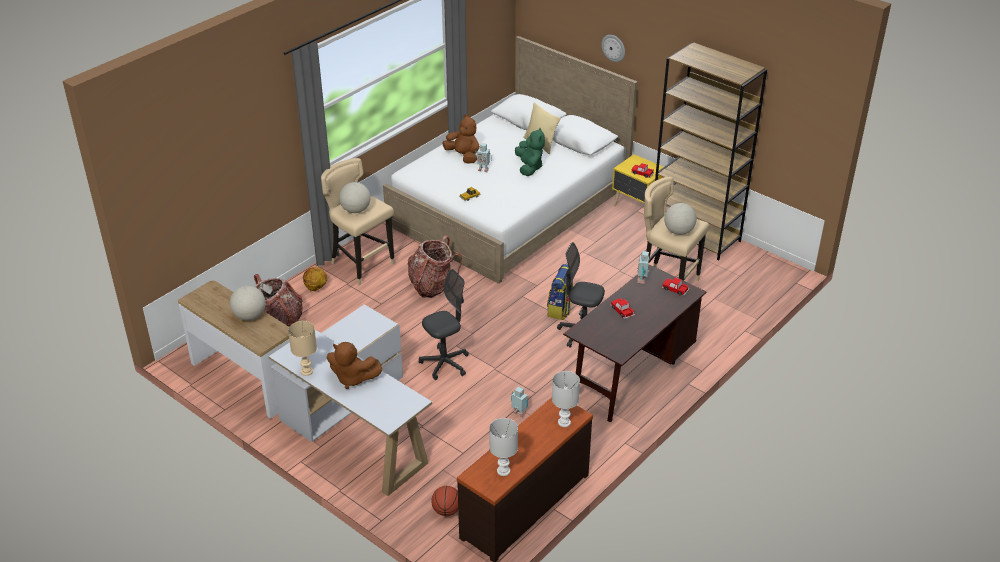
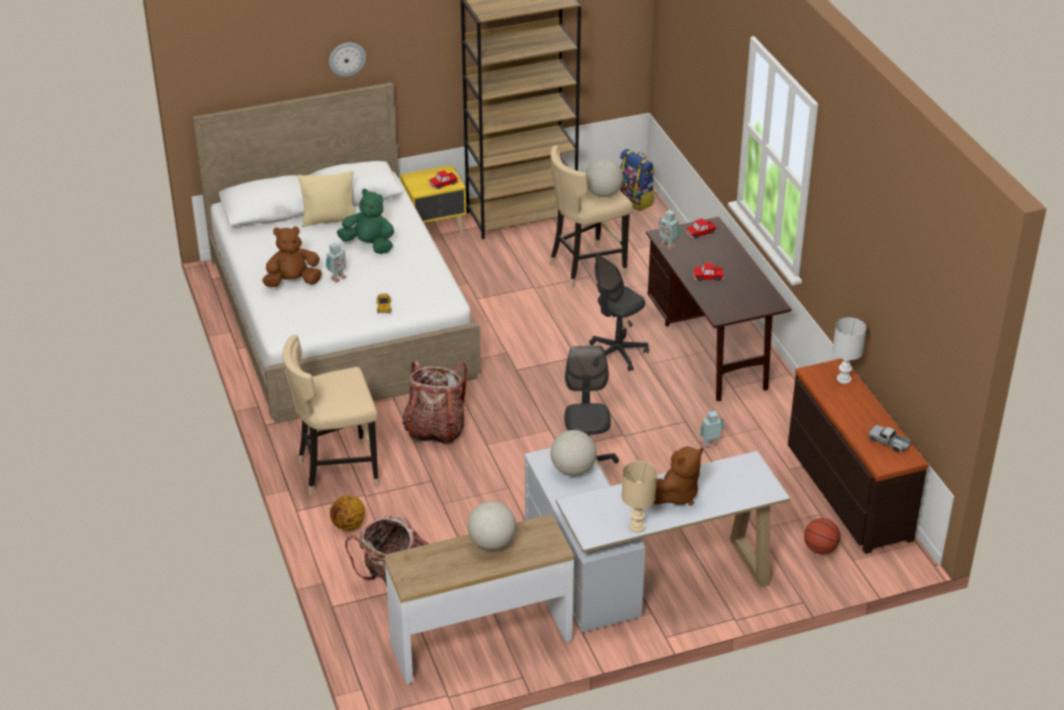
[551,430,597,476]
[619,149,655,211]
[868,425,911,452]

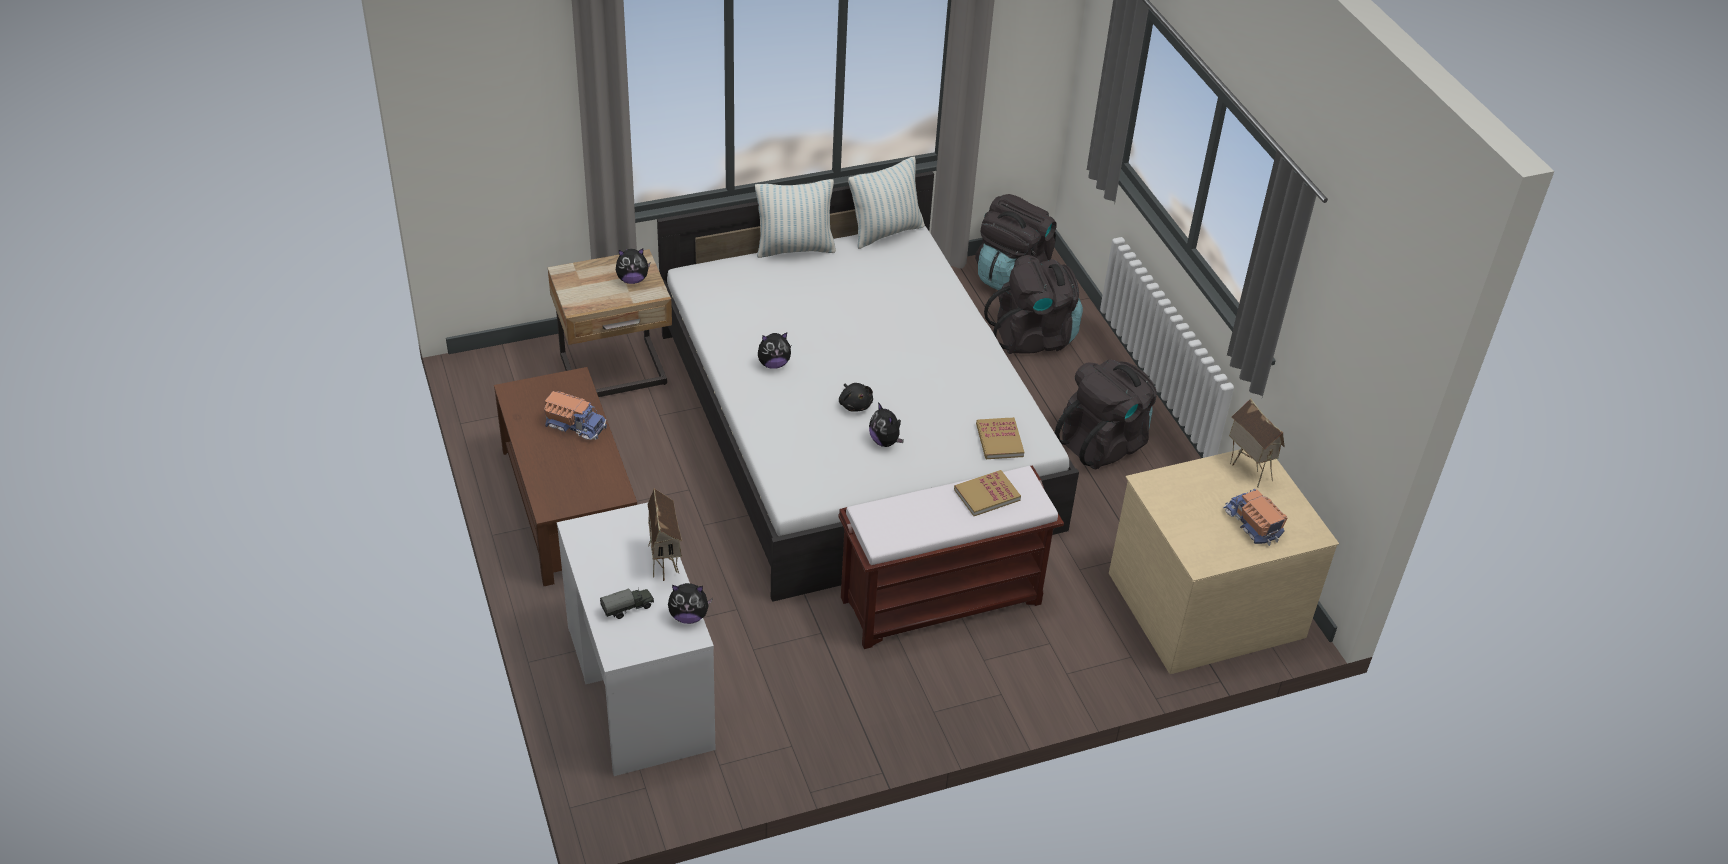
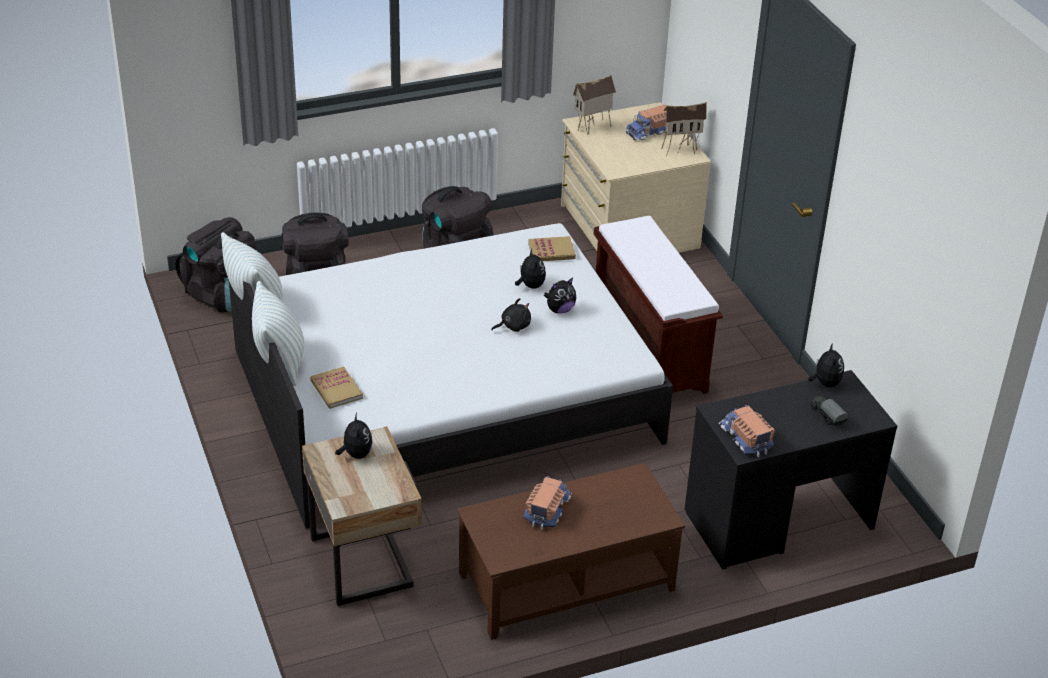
[310,366,363,409]
[515,249,546,288]
[661,102,707,157]
[685,370,897,570]
[719,405,775,457]

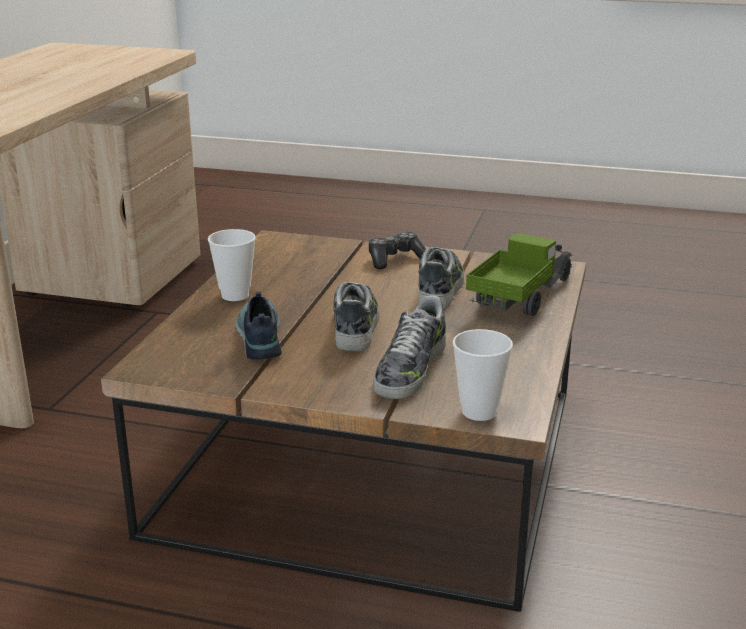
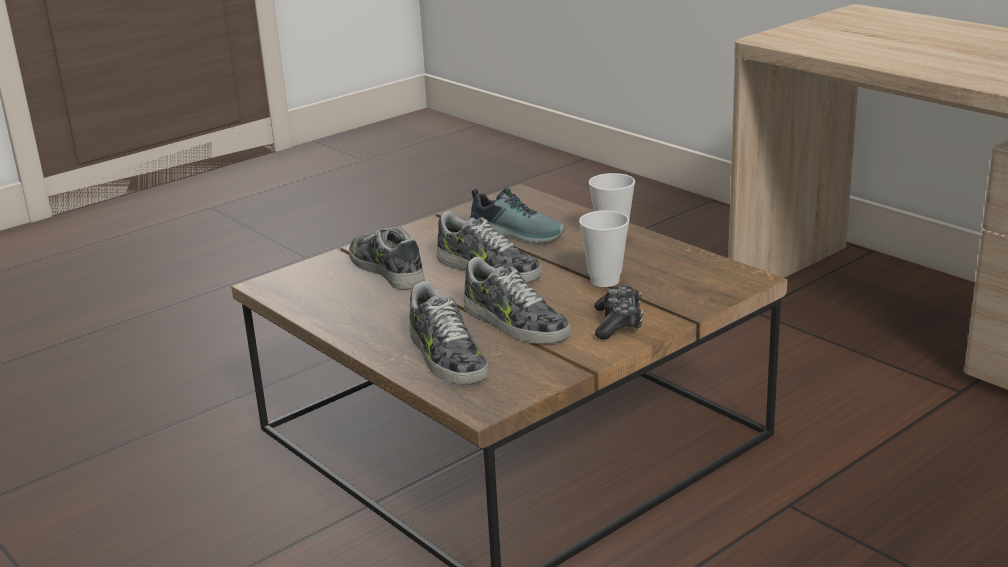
[409,281,488,385]
[579,210,629,287]

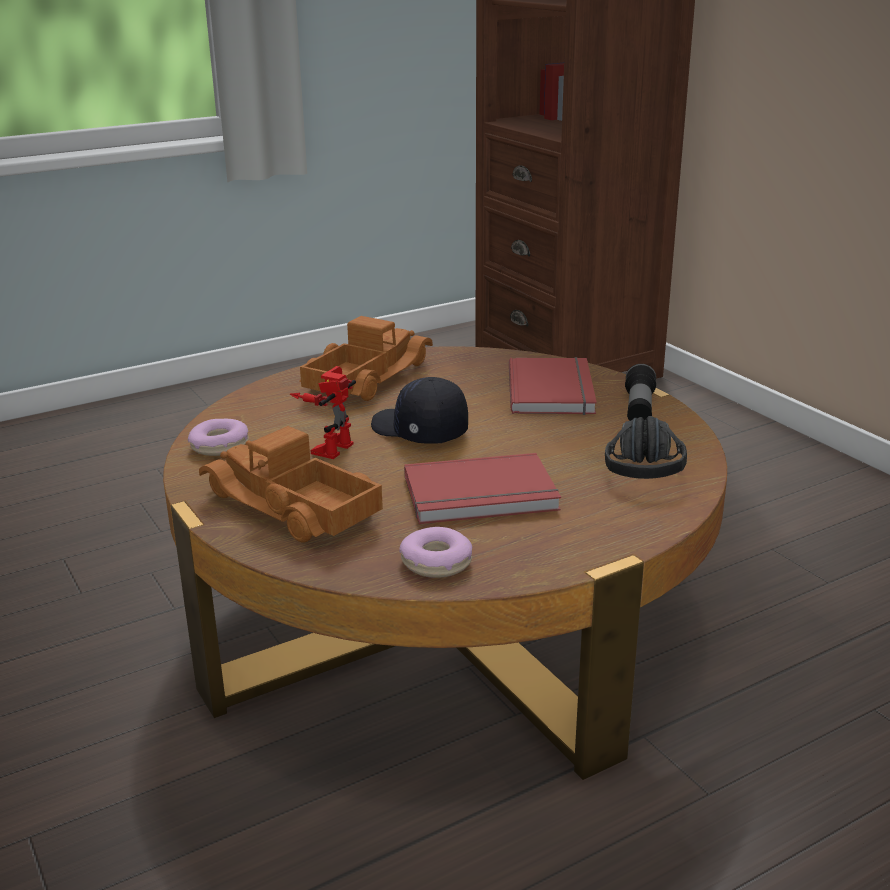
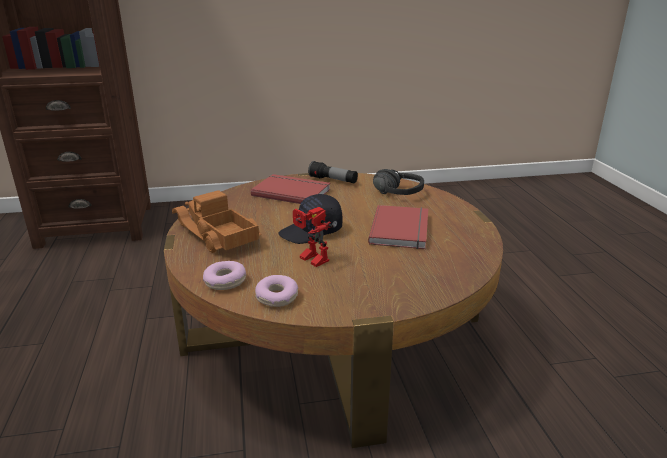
[203,261,246,290]
[199,426,383,543] (first image)

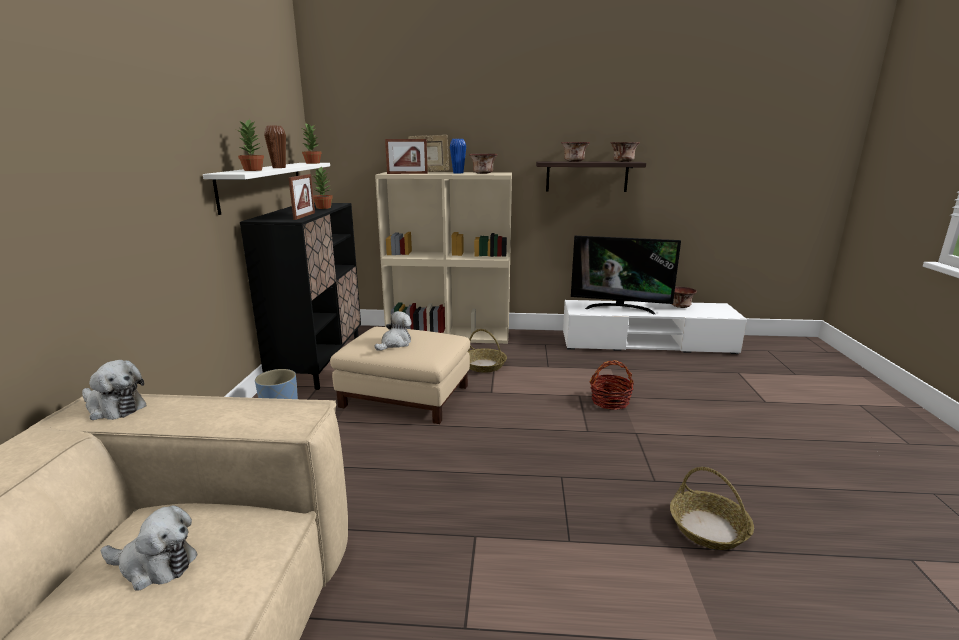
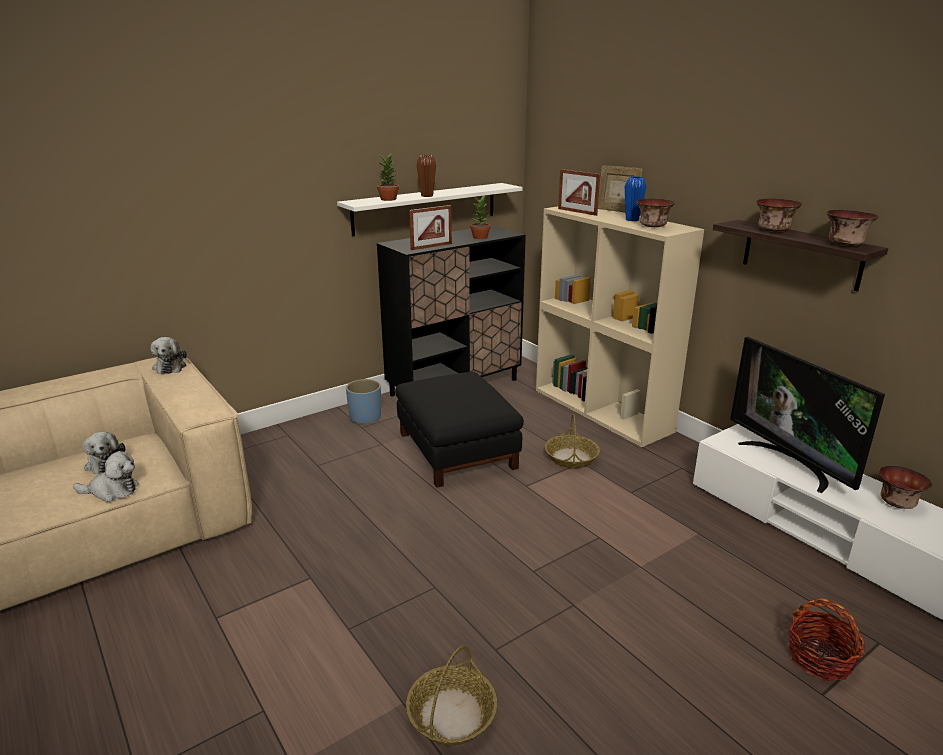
[73,451,139,502]
[395,372,524,488]
[789,598,865,681]
[302,122,322,164] (first image)

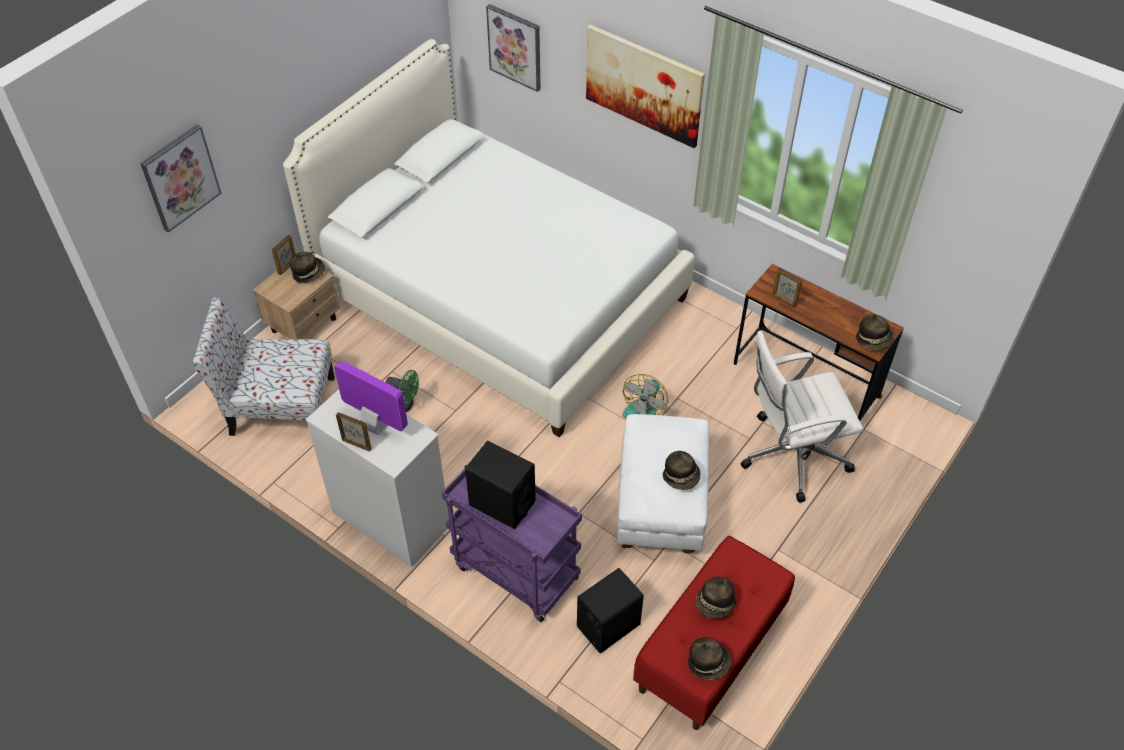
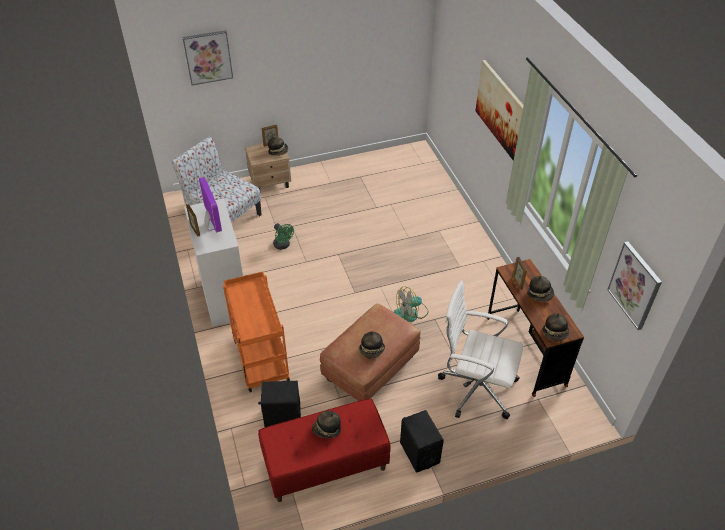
[223,272,290,392]
[320,304,421,401]
[400,410,444,473]
[527,276,554,302]
[607,241,662,330]
[283,39,694,437] (first image)

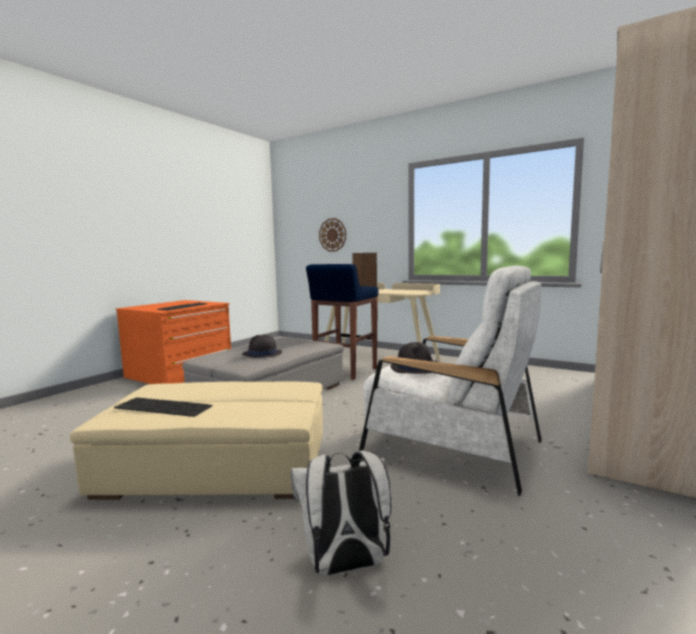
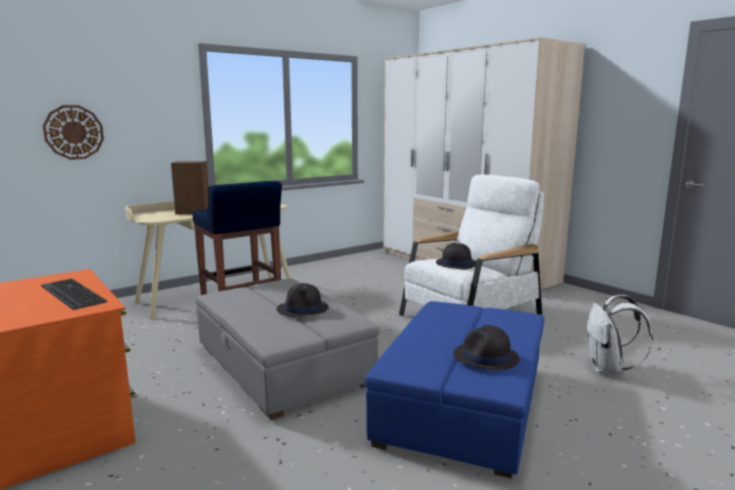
[365,301,544,478]
[453,325,520,371]

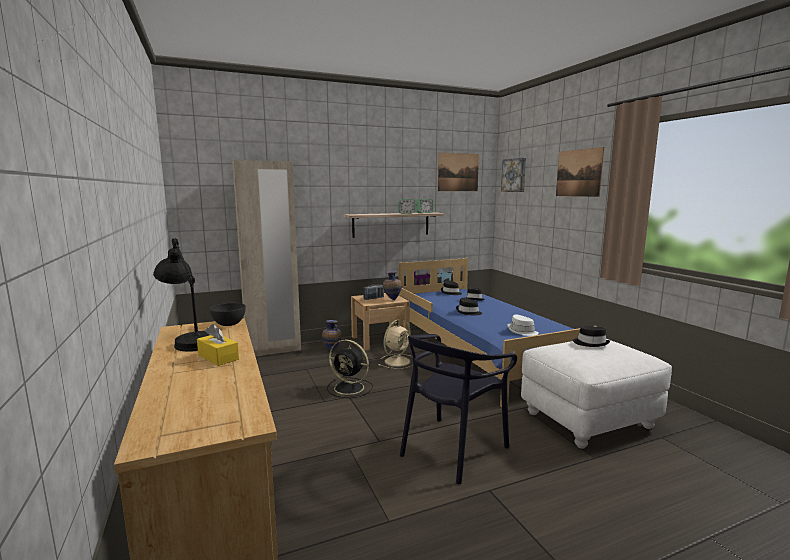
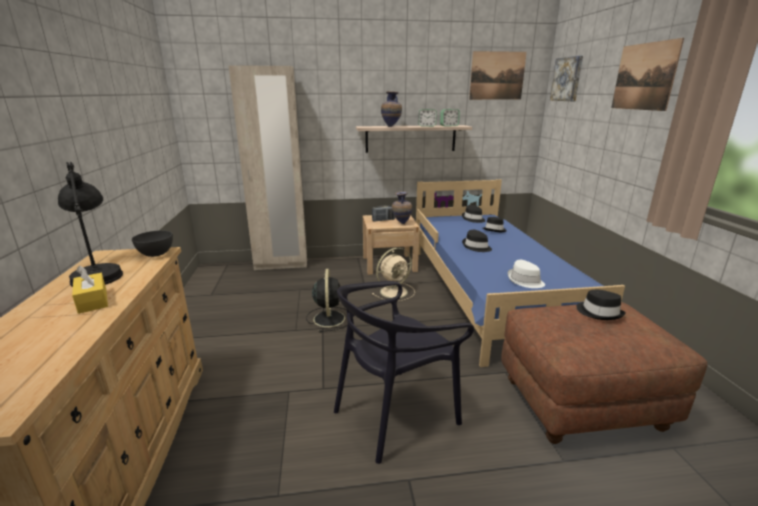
[306,269,347,332]
[381,91,402,127]
[501,302,707,444]

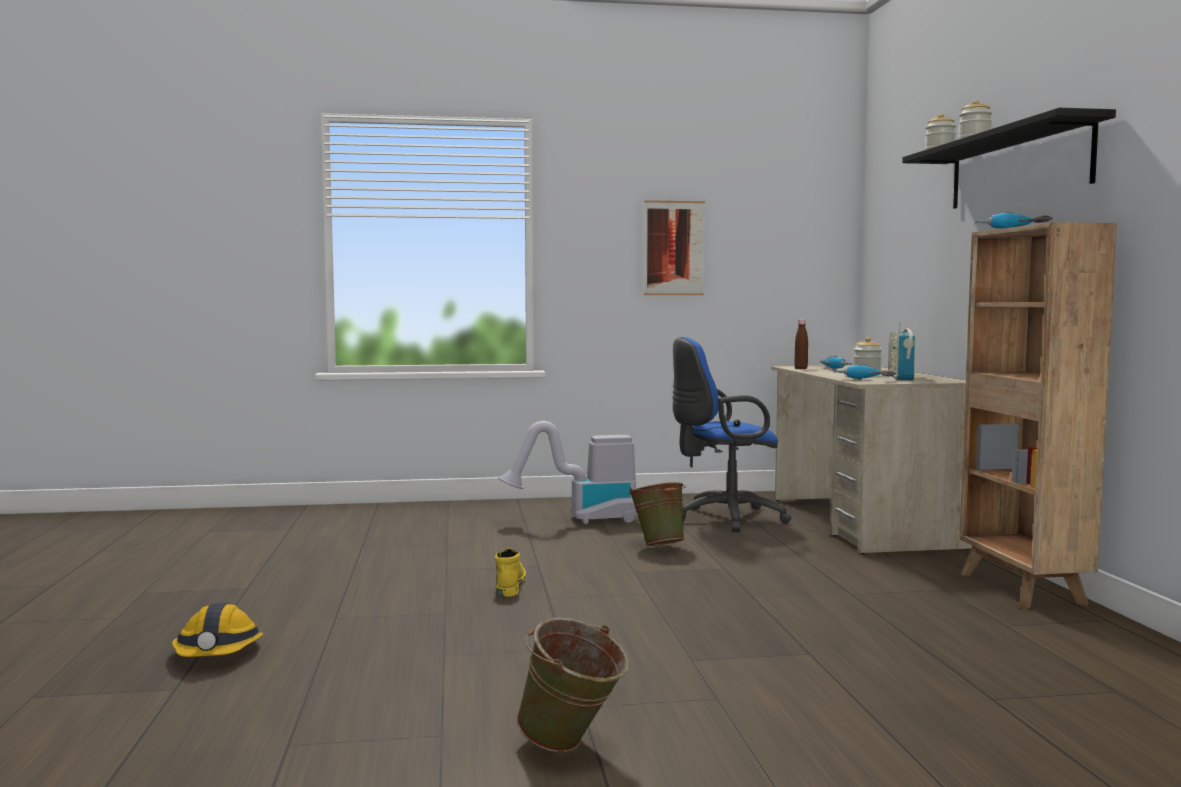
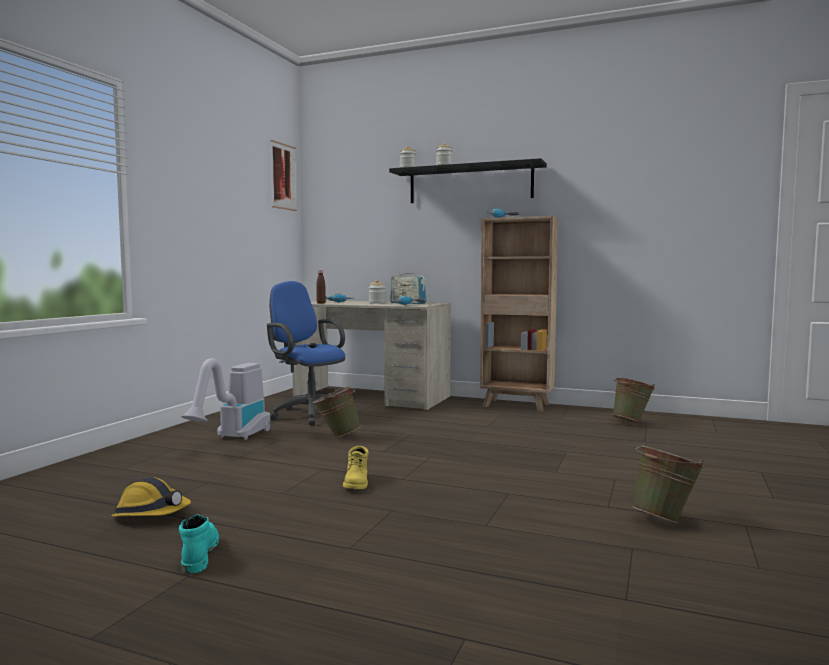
[111,477,191,517]
[179,515,219,573]
[267,281,345,425]
[271,140,297,211]
[343,446,369,489]
[613,378,655,423]

